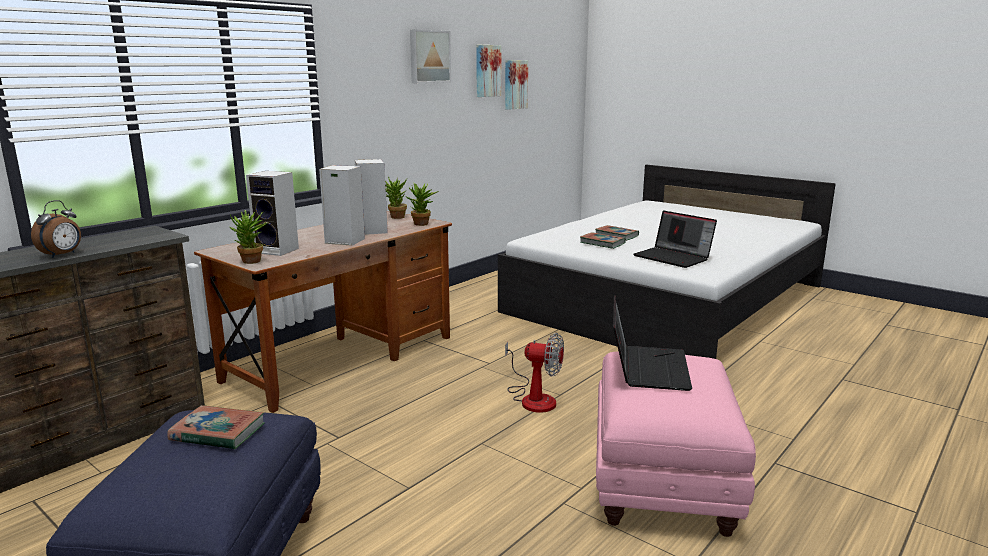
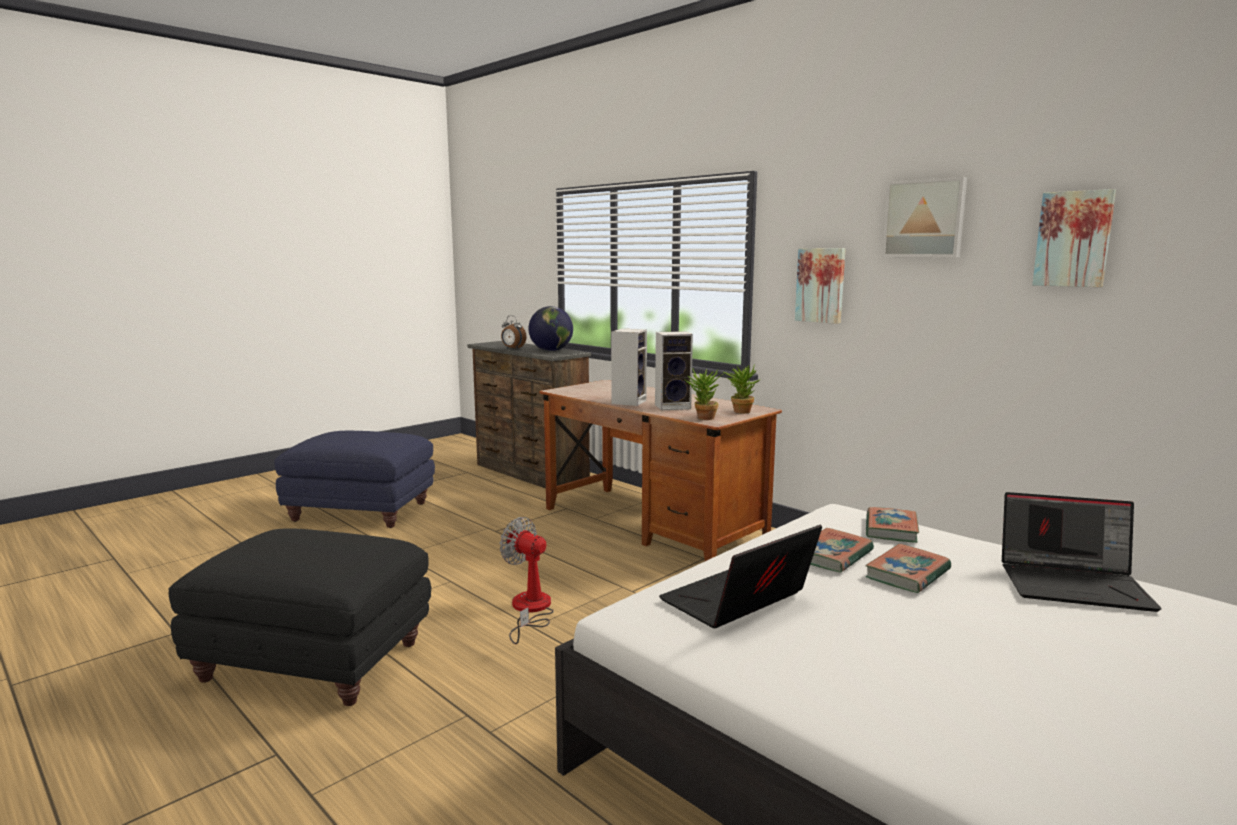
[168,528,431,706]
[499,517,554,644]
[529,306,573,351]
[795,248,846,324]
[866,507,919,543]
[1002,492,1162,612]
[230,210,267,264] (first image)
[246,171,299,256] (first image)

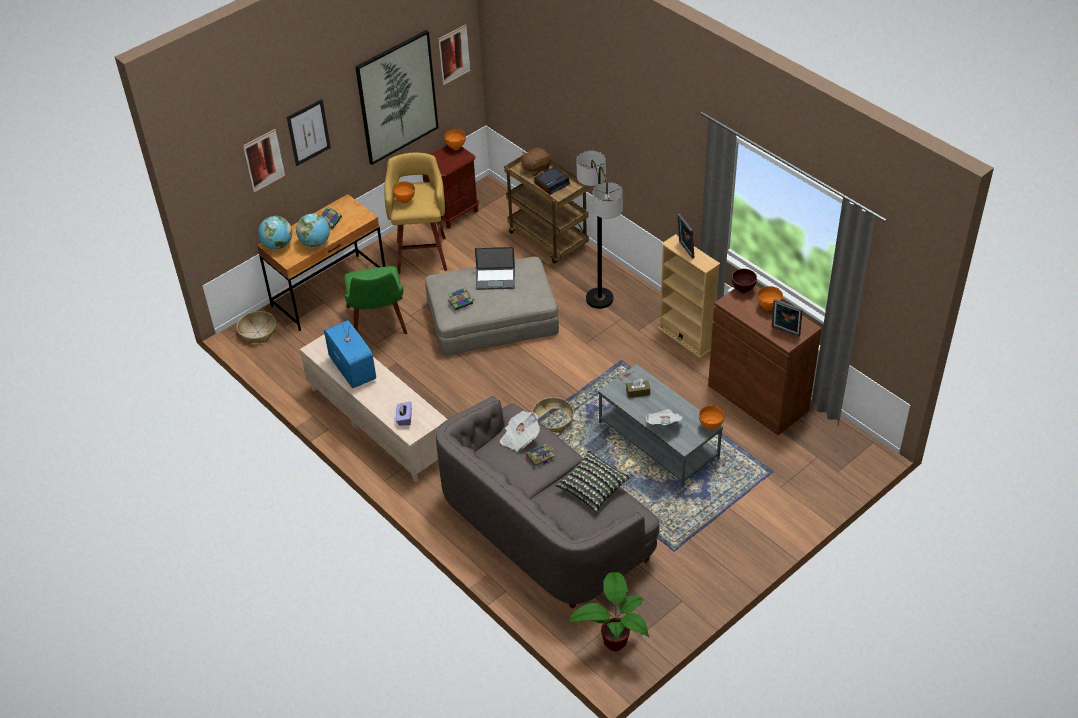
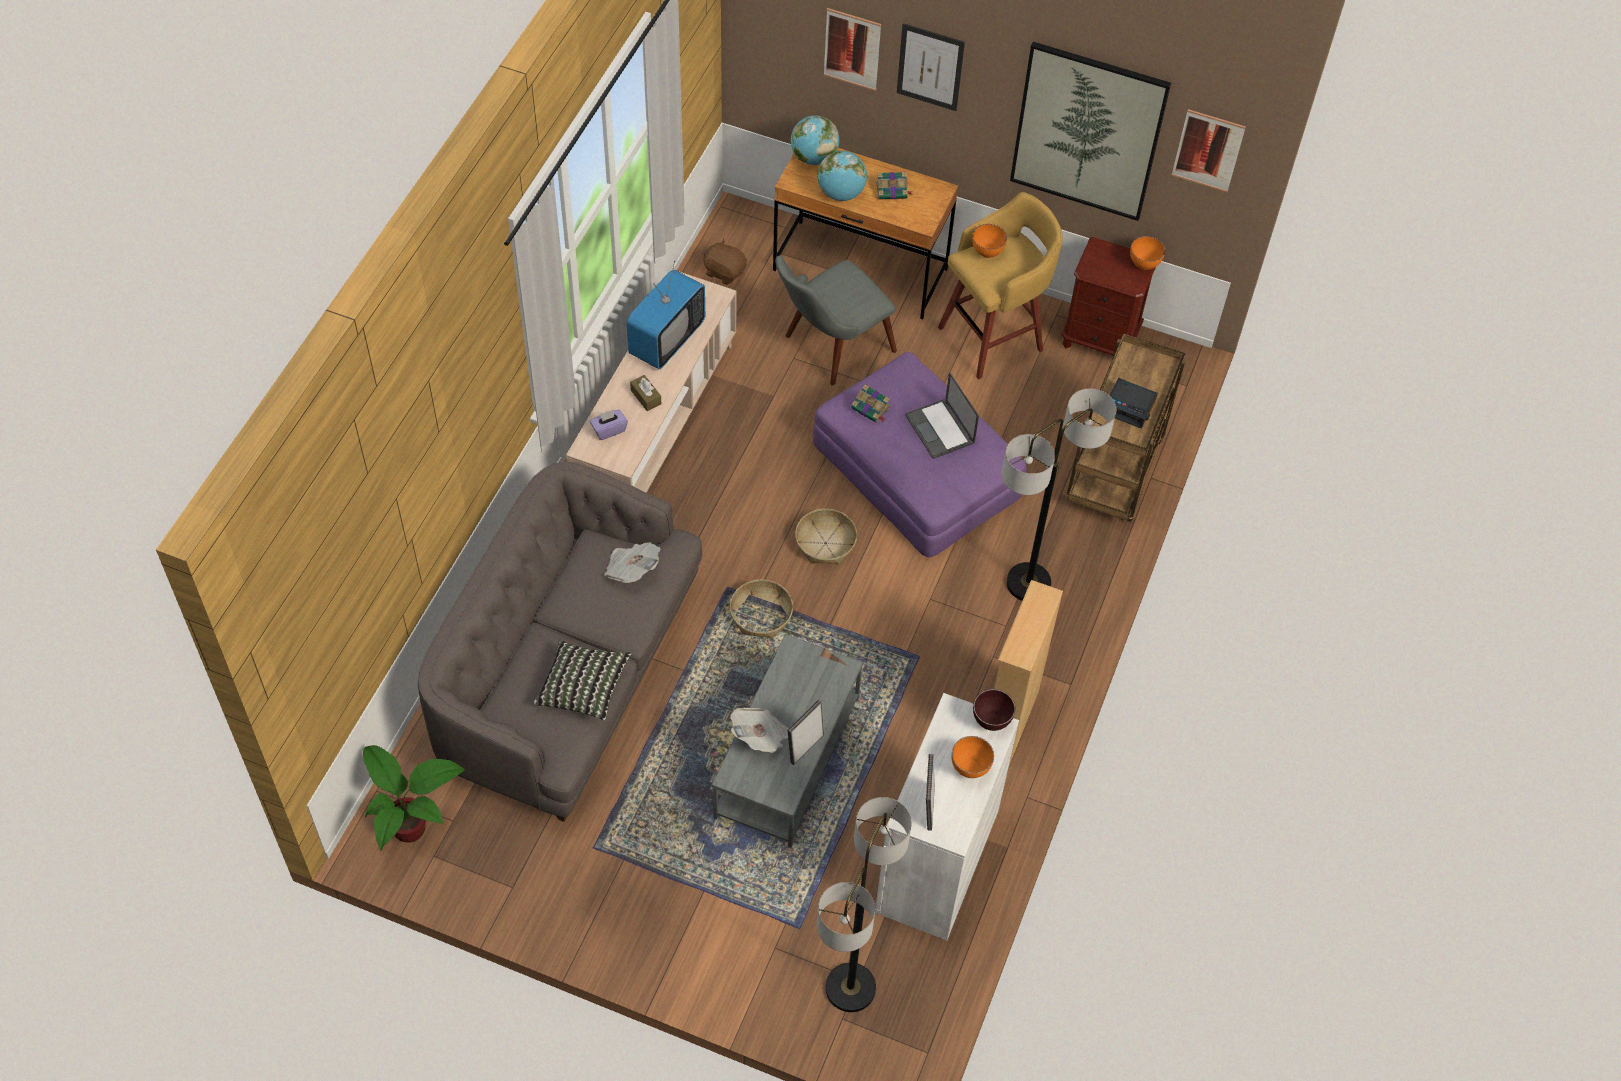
[630,375,661,411]
[703,239,747,285]
[775,255,897,386]
[787,699,824,765]
[795,509,857,565]
[813,352,1027,557]
[817,797,912,1012]
[875,693,1019,940]
[525,444,555,468] (first image)
[699,405,725,430] (first image)

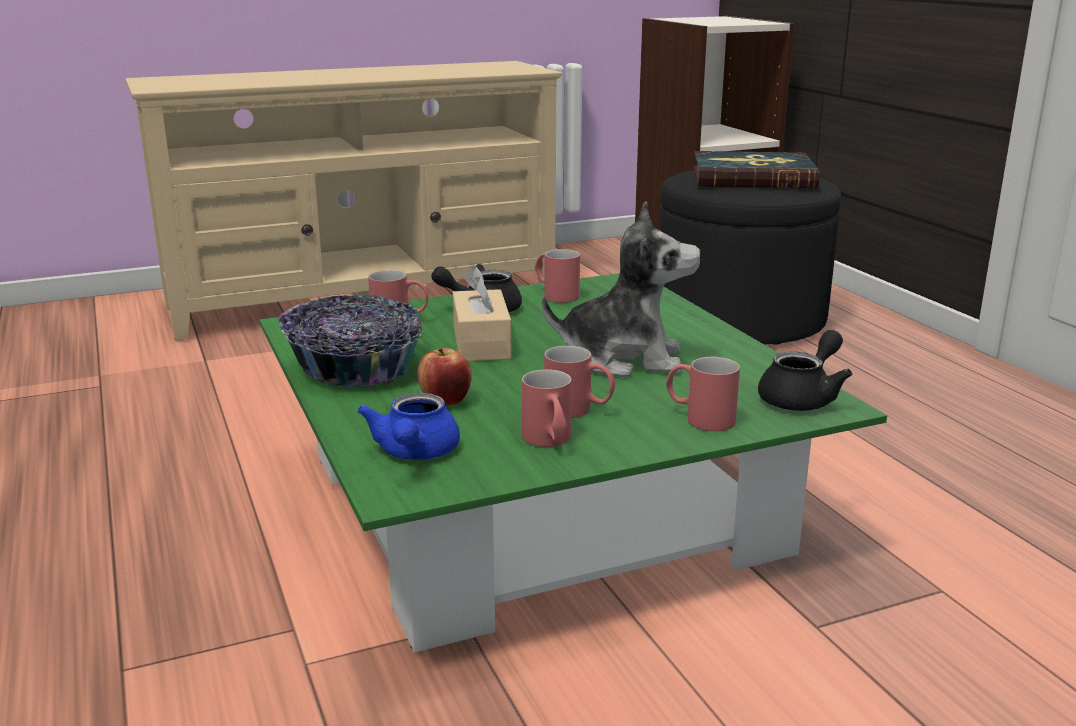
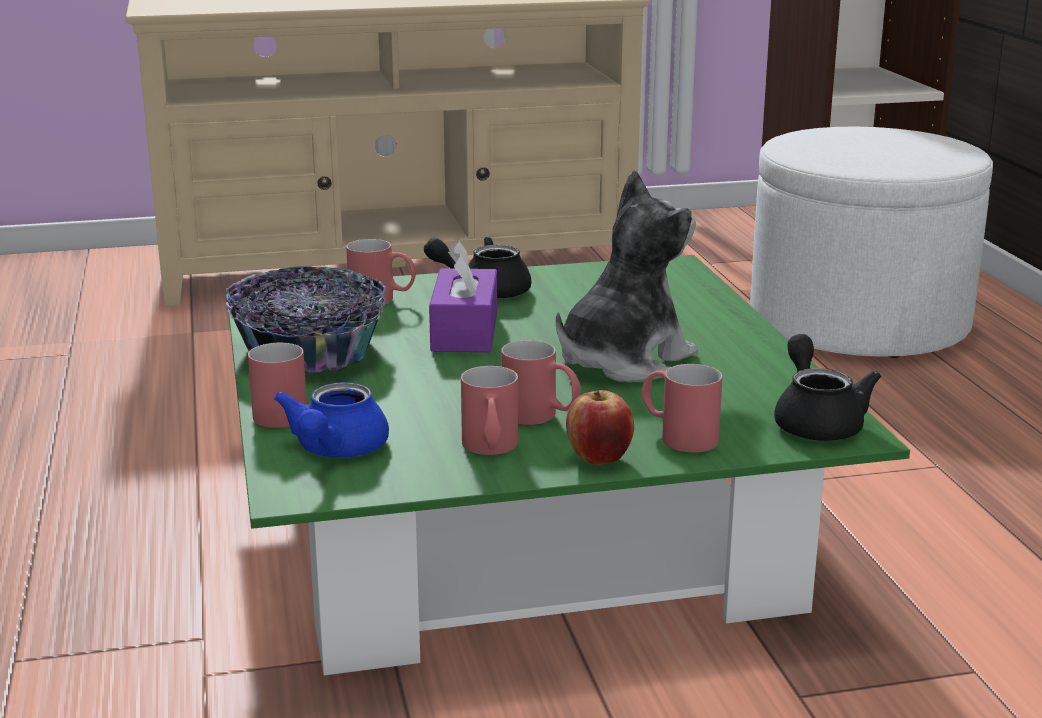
[248,343,307,428]
[429,240,497,352]
[556,170,698,382]
[566,390,634,465]
[750,127,993,358]
[774,334,881,441]
[693,151,820,189] (first image)

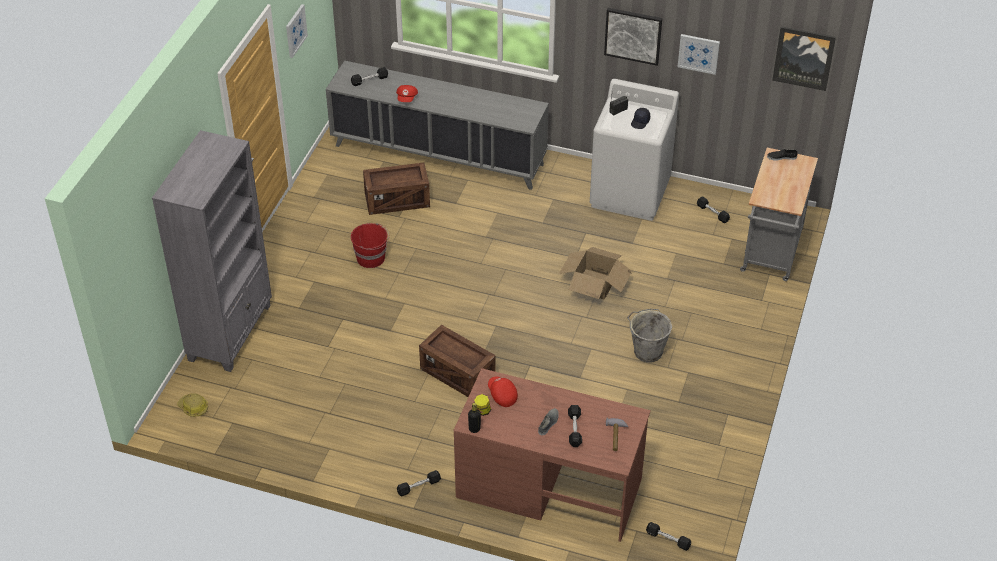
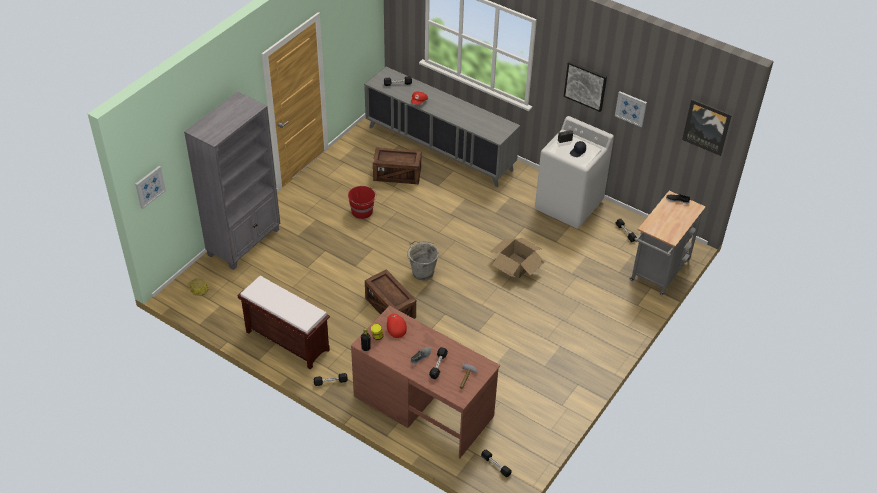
[135,166,166,209]
[237,276,330,370]
[407,241,439,281]

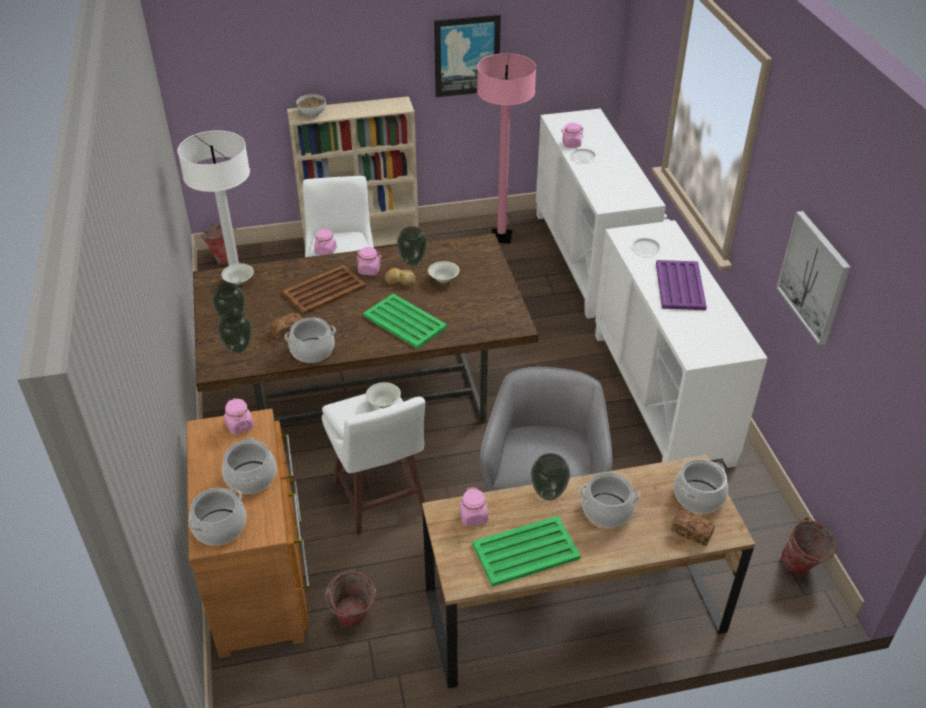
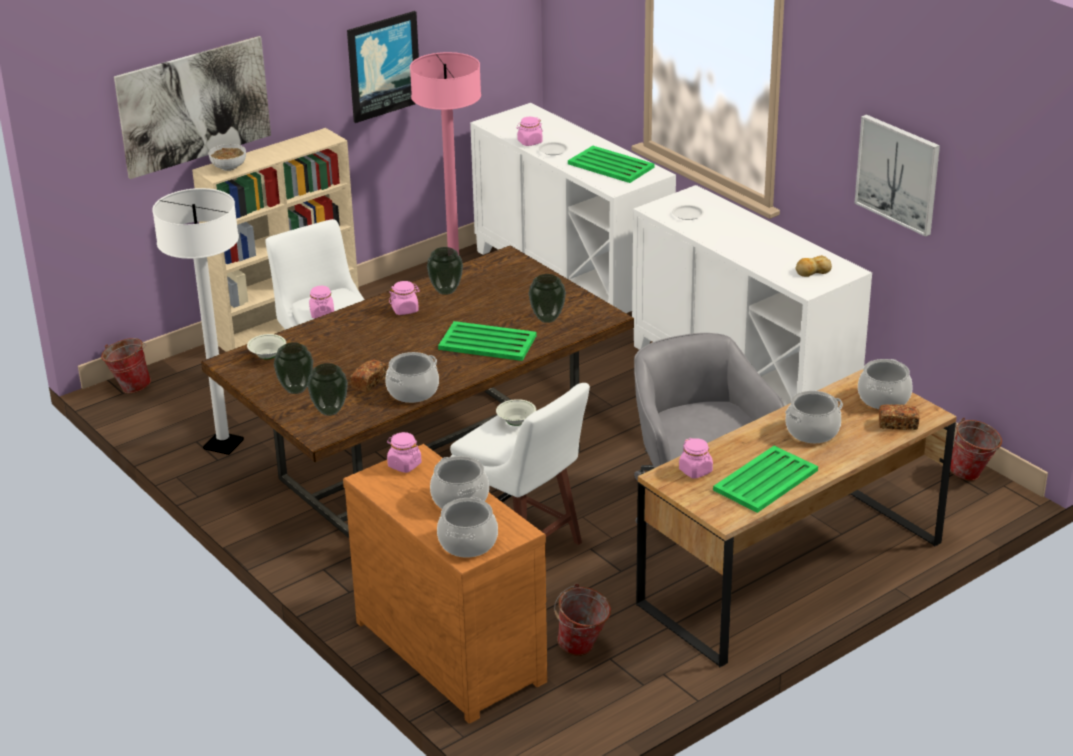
[114,36,271,179]
[529,274,566,323]
[568,146,655,183]
[795,255,832,277]
[282,265,366,315] (first image)
[428,261,460,283] (first image)
[656,260,707,310] (first image)

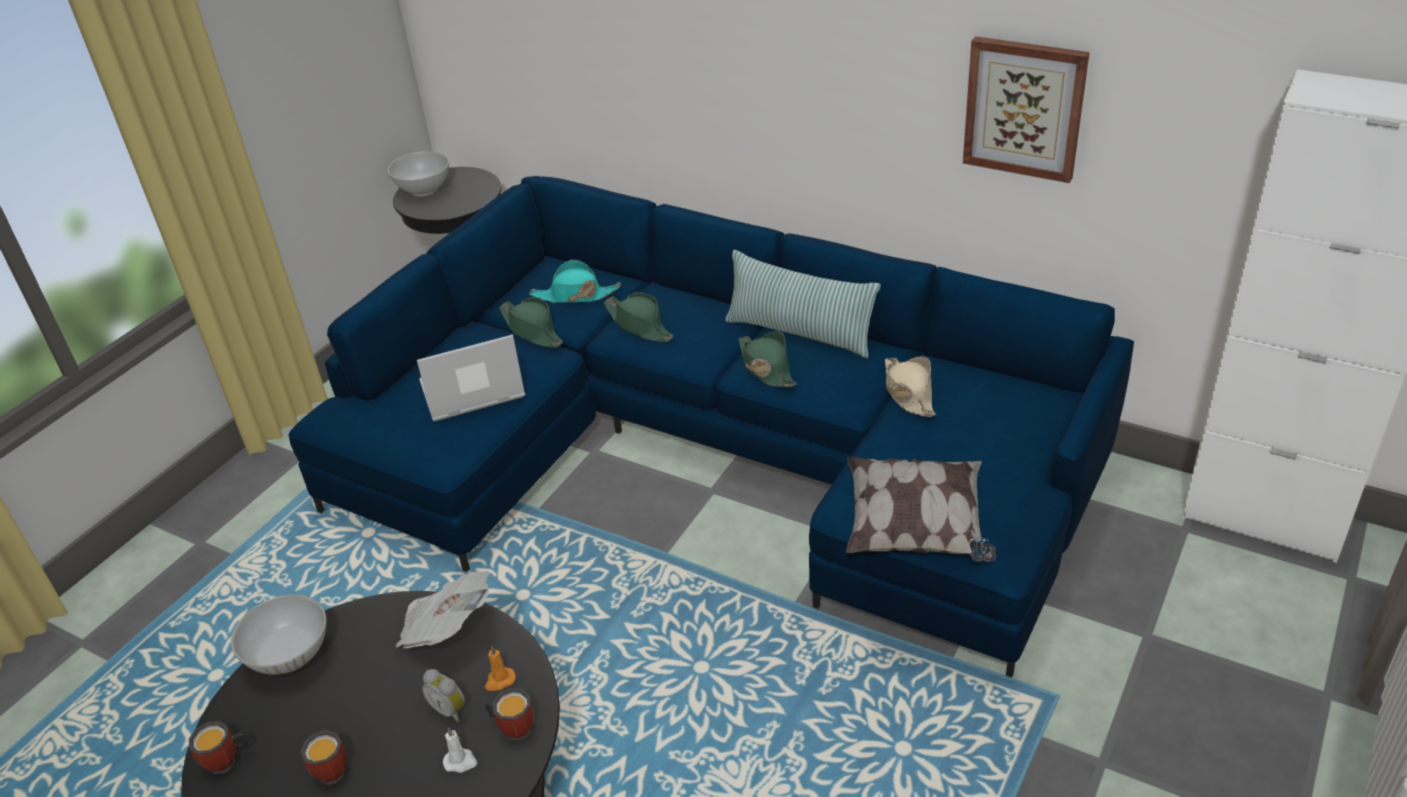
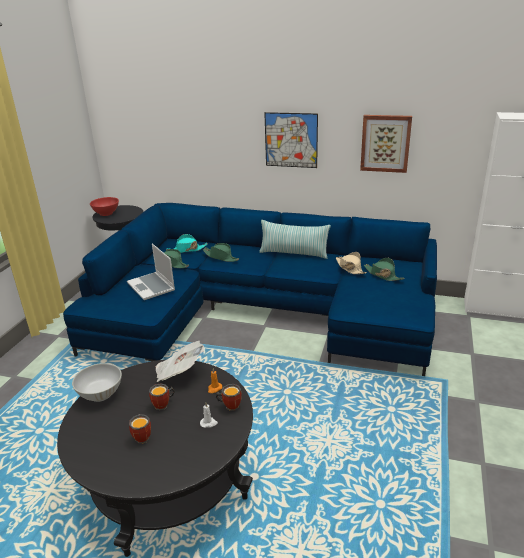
[90,197,119,216]
[127,244,175,300]
[149,383,175,410]
[264,112,318,168]
[364,258,404,281]
[422,669,465,722] (first image)
[846,457,996,562] (first image)

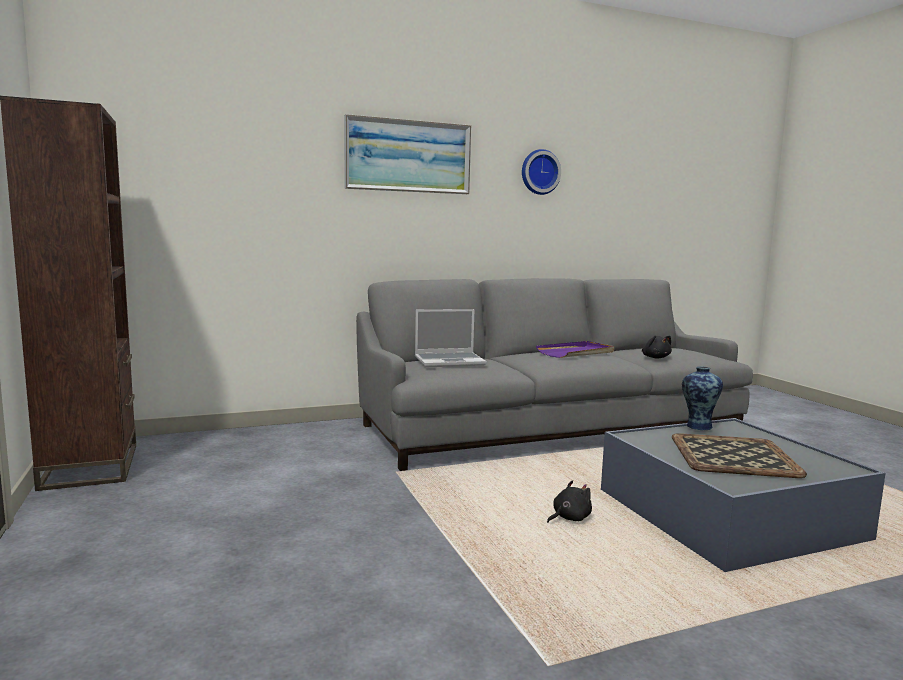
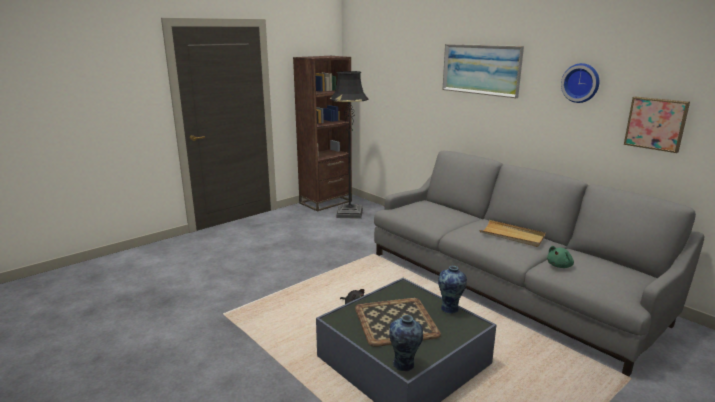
[330,71,368,219]
[389,315,423,371]
[480,220,546,247]
[547,246,574,268]
[624,97,690,153]
[415,309,487,367] (first image)

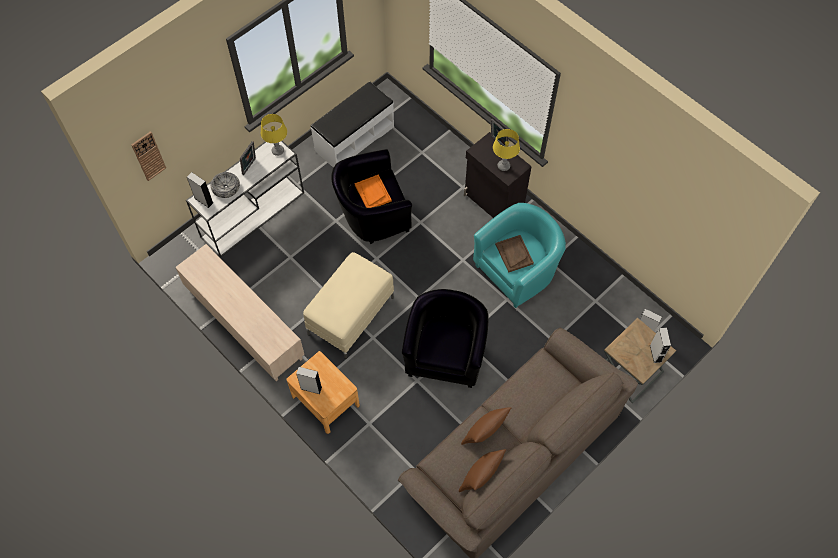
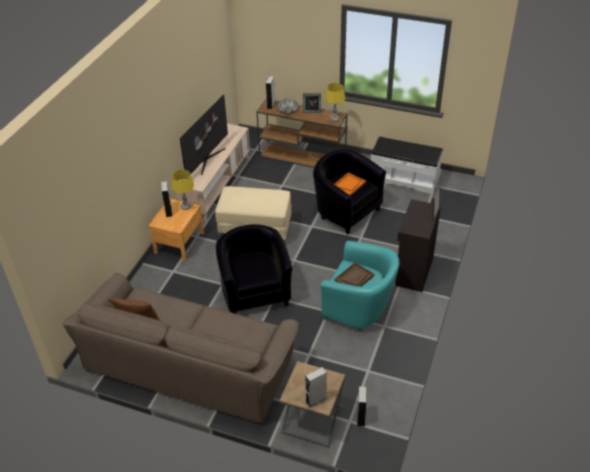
[172,170,194,210]
[180,94,228,175]
[216,224,292,314]
[257,99,347,168]
[132,131,166,181] (first image)
[461,407,512,445] (first image)

